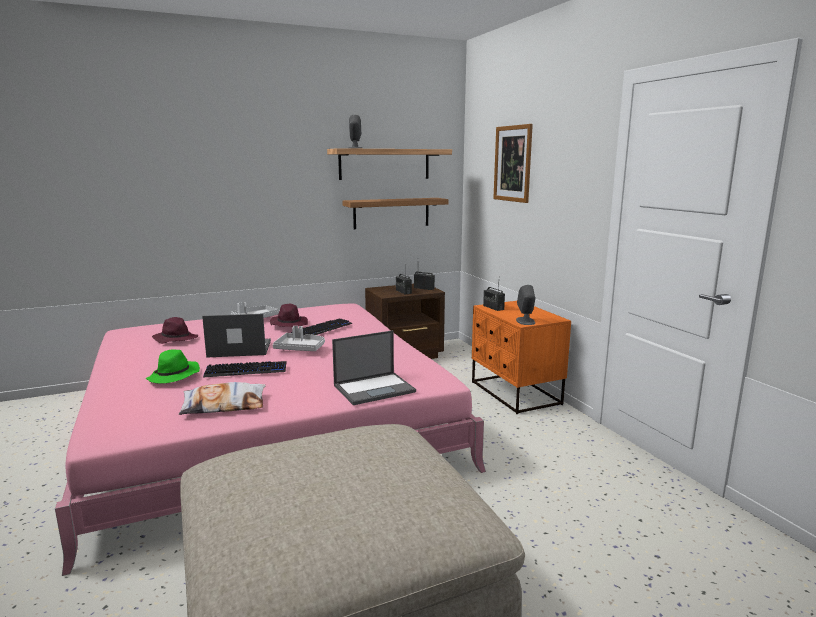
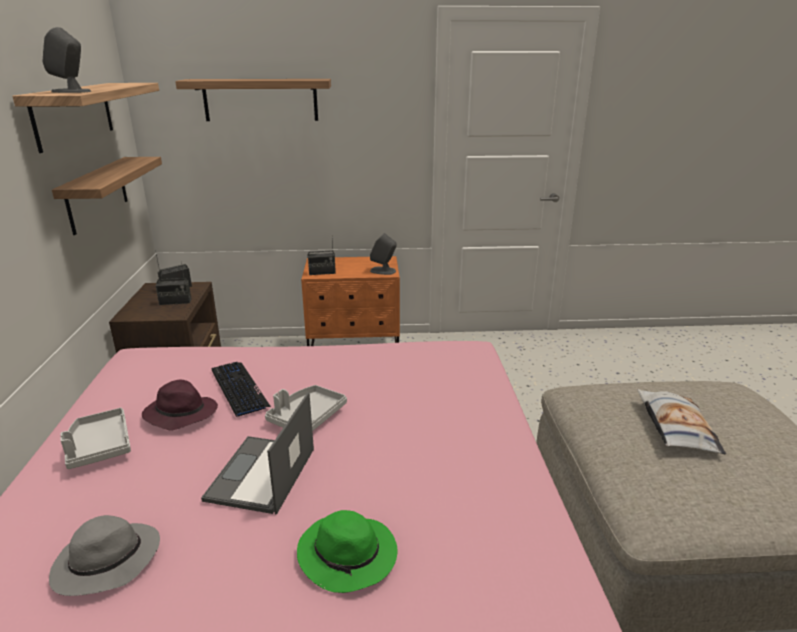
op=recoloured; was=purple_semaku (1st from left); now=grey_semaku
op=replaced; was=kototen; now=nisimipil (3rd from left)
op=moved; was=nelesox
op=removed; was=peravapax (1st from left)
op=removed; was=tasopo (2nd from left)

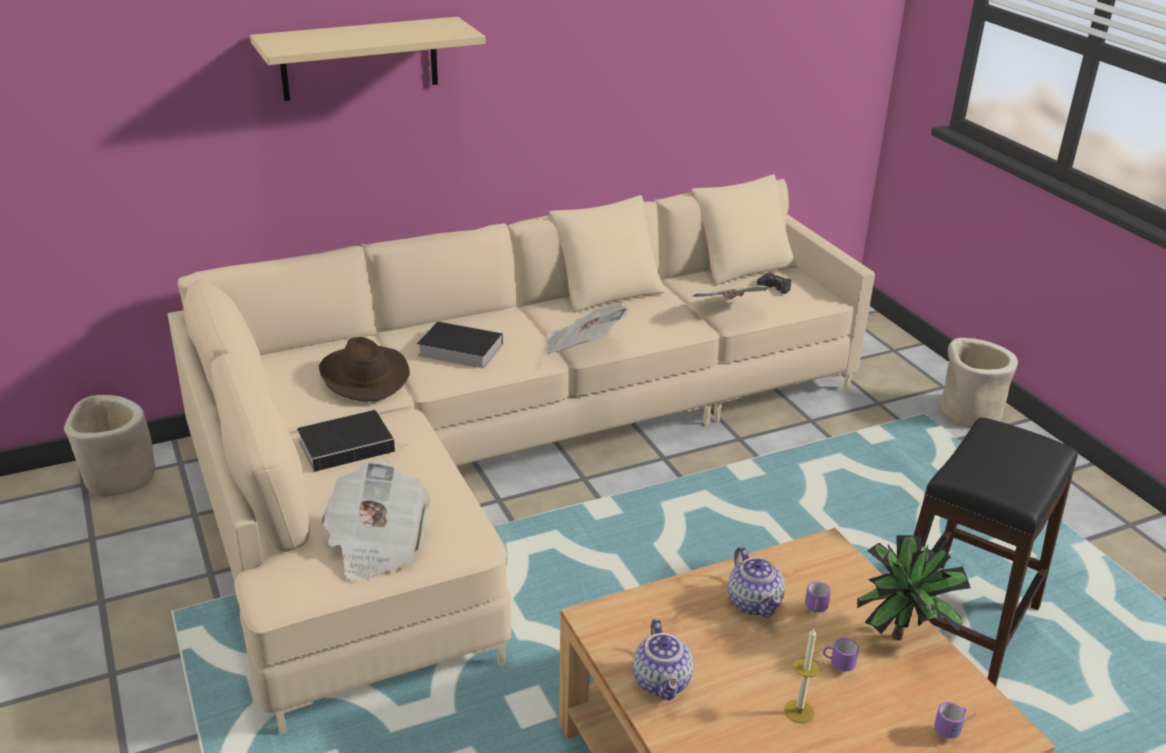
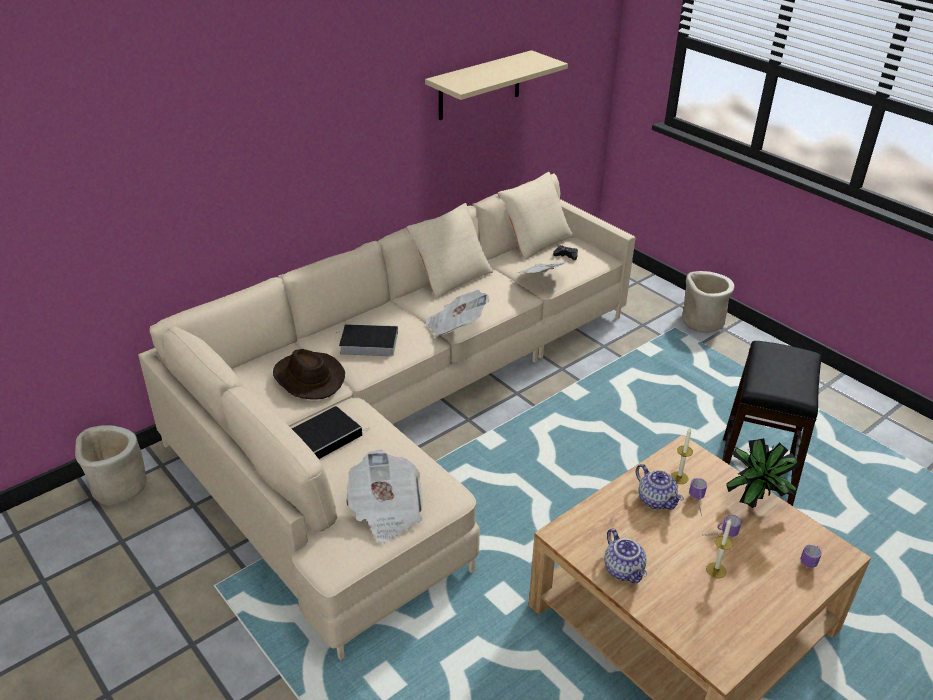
op=moved; was=beige_nisimipil
op=added; now=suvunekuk (1st from left)

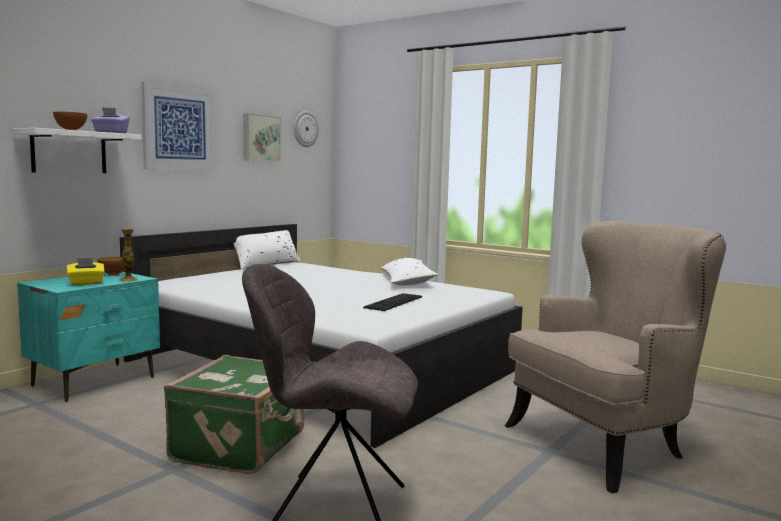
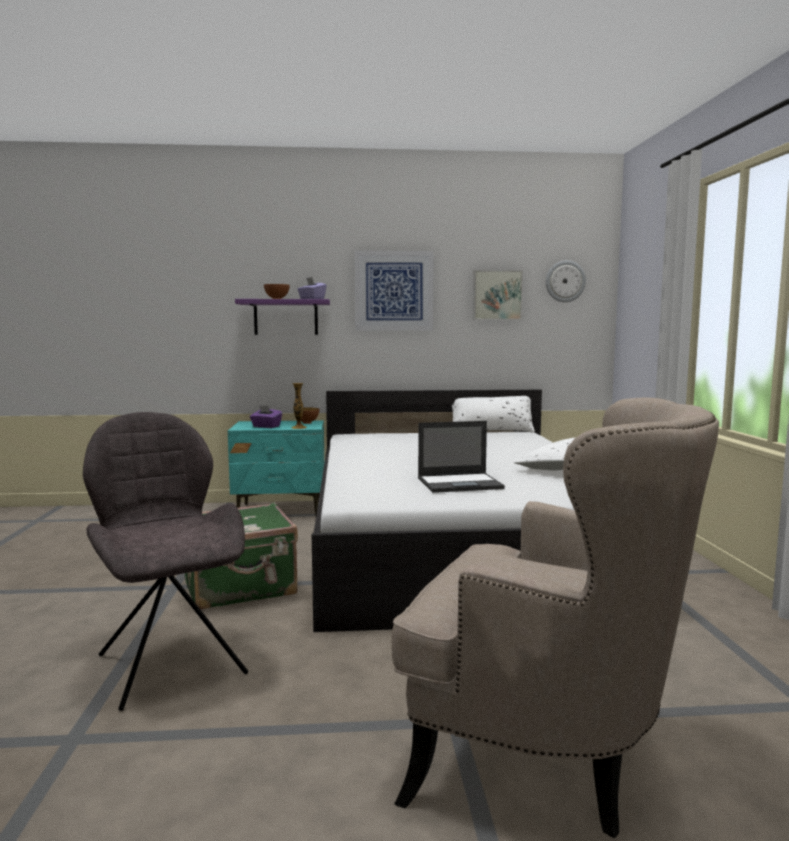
op=recoloured; was=white_nisimipil; now=purple_nisimipil
op=recoloured; was=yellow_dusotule; now=purple_dusotule (1st from left)
op=replaced; was=peravapax; now=tasopo

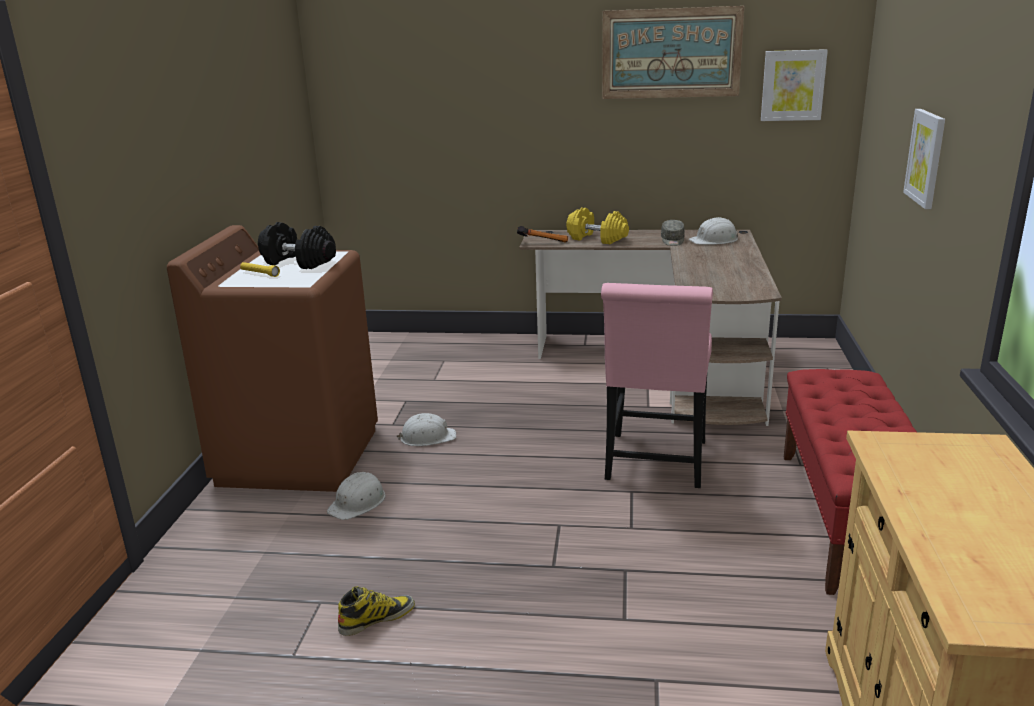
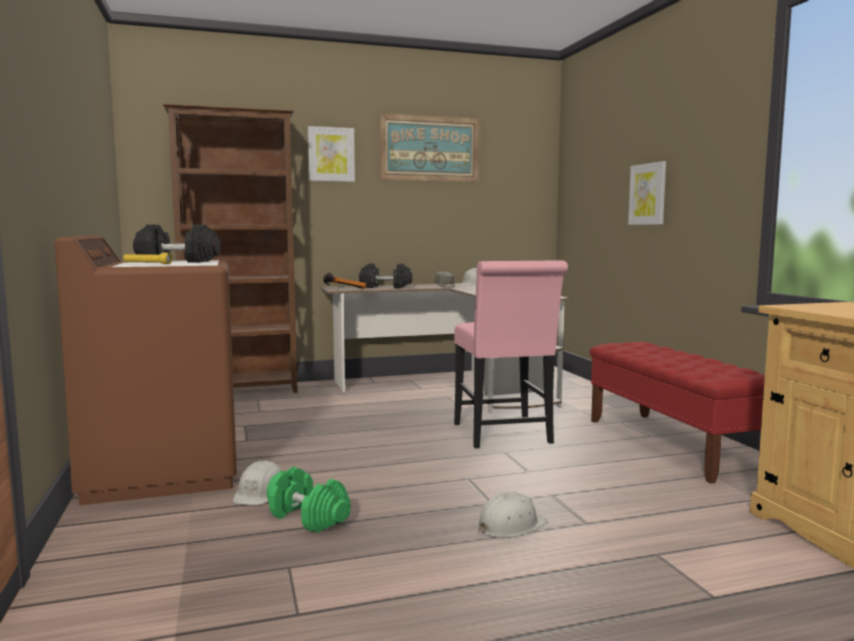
op=added; now=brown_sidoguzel
op=added; now=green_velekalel
op=moved; was=kototen (2nd from left in the first image); now=kototen (1st from left)
op=recoloured; was=yellow_velekalel; now=black_velekalel (2nd from left)
op=moved; was=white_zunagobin (2nd from left in the first image); now=white_zunagobin (3rd from left)
op=removed; was=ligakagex

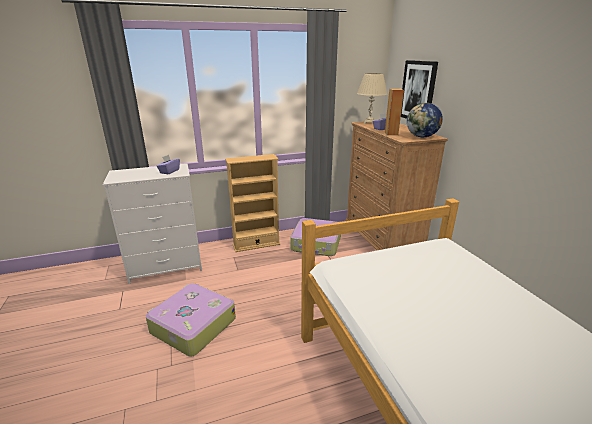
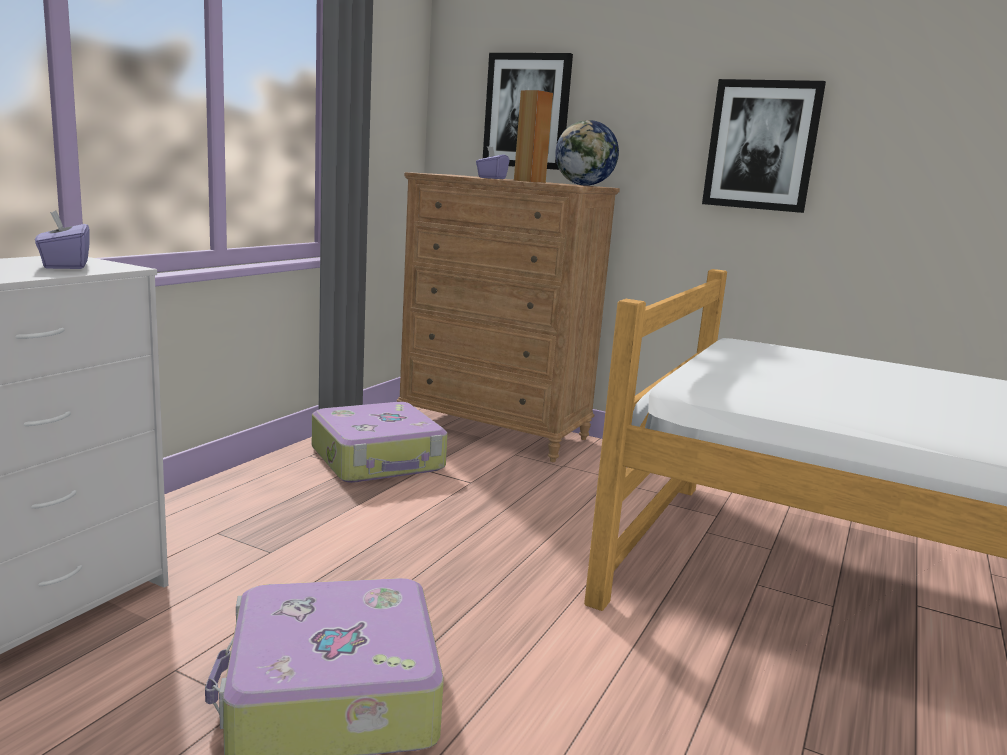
op=added; now=kototen (2nd from left)
op=removed; was=beige_sidoguzel
op=removed; was=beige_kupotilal

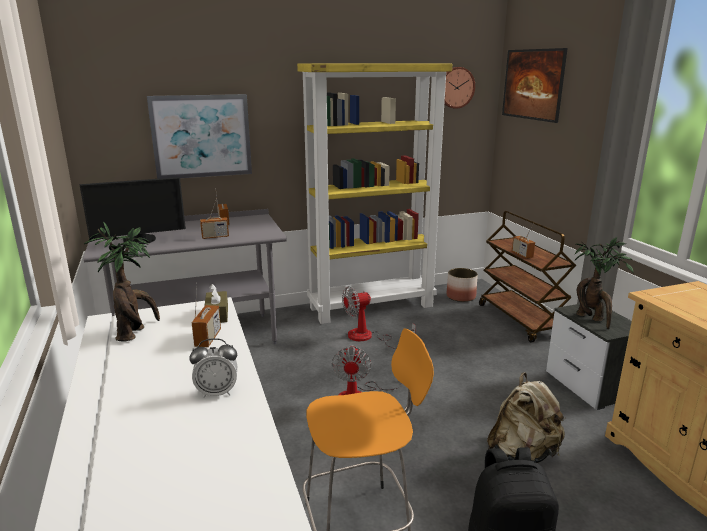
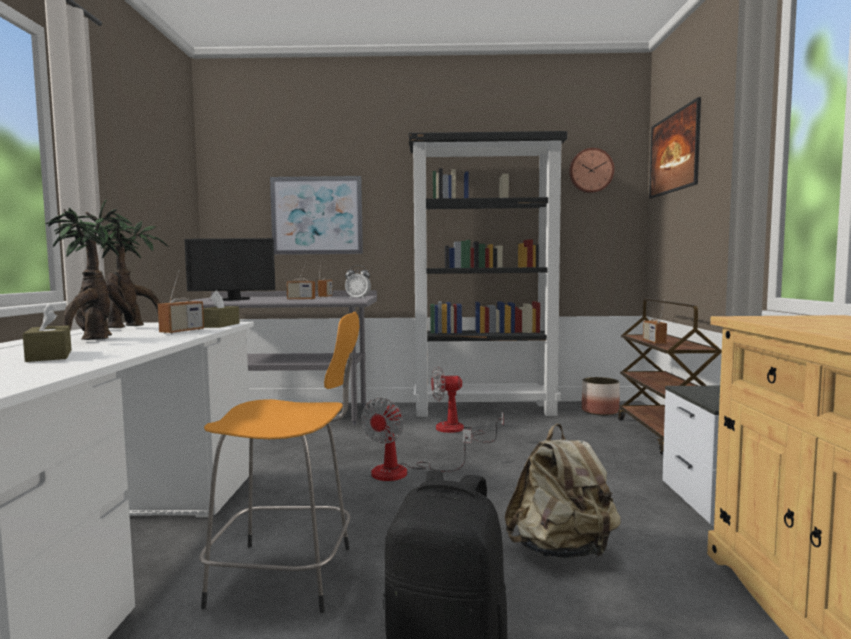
op=added; now=brown_dusotule (1st from left)
op=moved; was=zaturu (2nd from left in the first image); now=zaturu (1st from left)
op=moved; was=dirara
op=recoloured; was=yellow_sidoguzel; now=black_sidoguzel

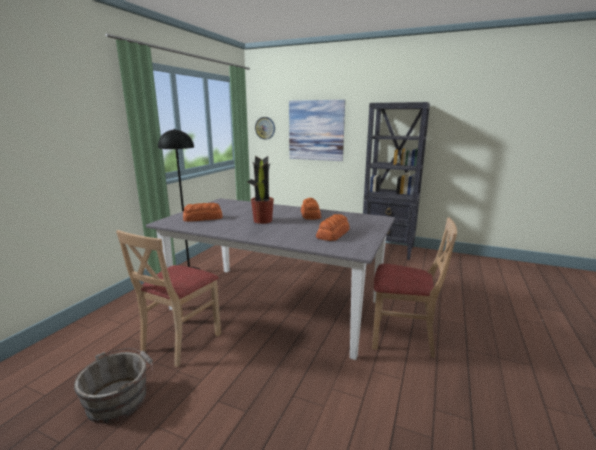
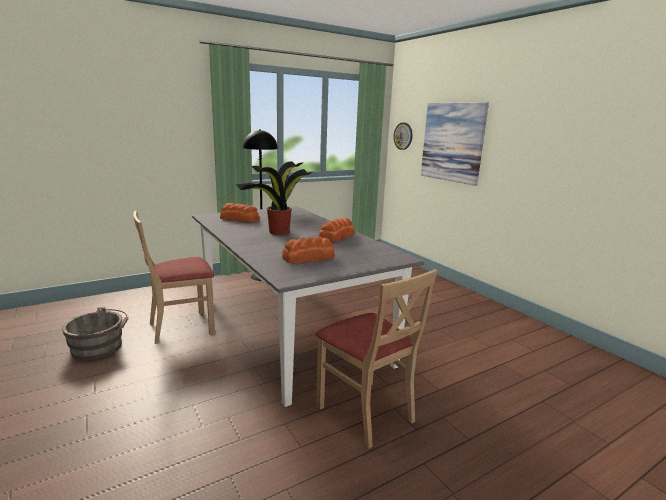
op=removed; was=black_sidoguzel

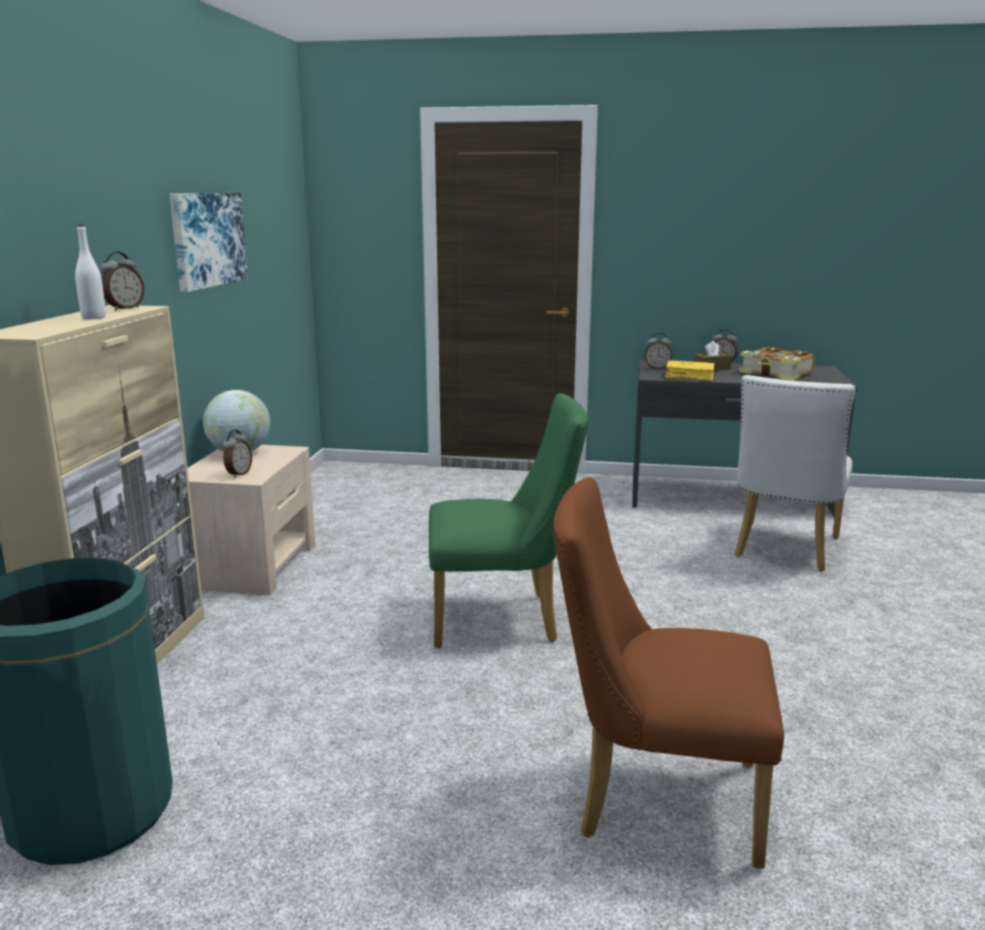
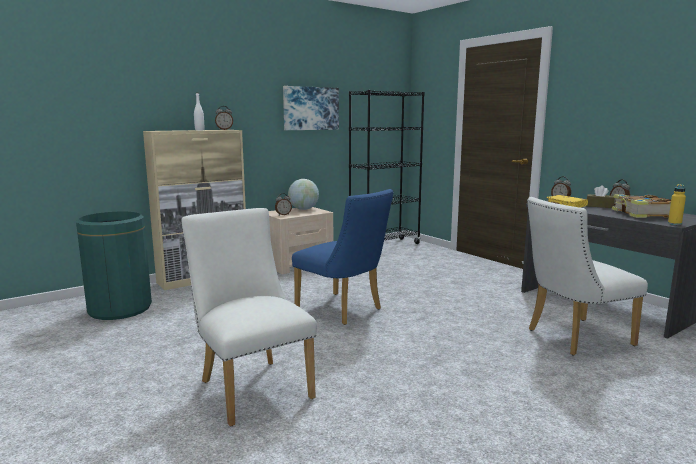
op=recoloured; was=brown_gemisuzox; now=white_gemisuzox (1st from left)
op=recoloured; was=green_gemisuzox; now=blue_gemisuzox
op=added; now=black_sidoguzel
op=added; now=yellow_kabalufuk

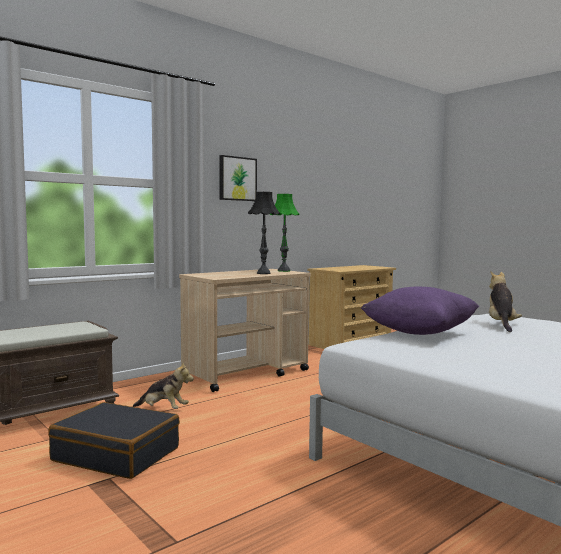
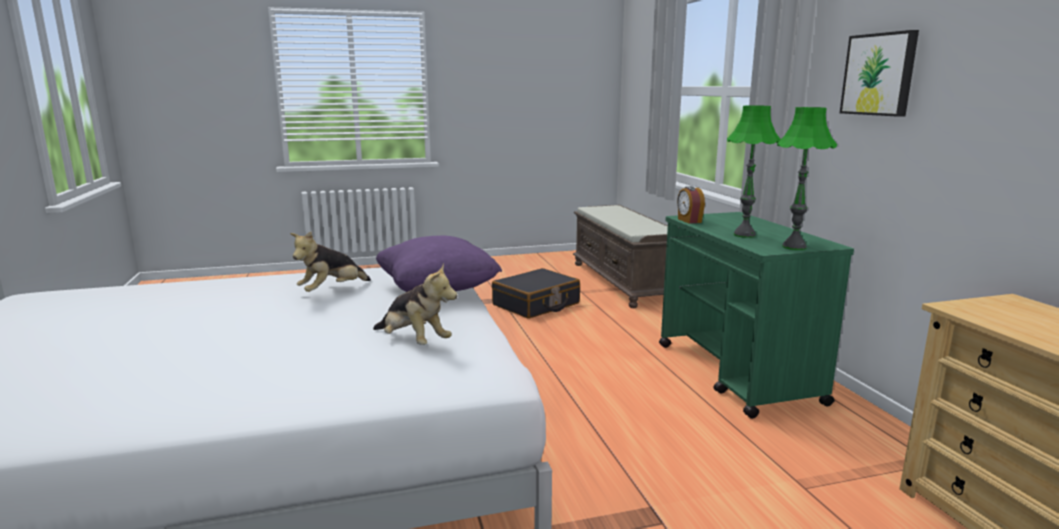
op=moved; was=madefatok (1st from left)
op=recoloured; was=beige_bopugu; now=green_bopugu
op=added; now=dirara
op=recoloured; was=black_kupotilal; now=green_kupotilal (1st from left)

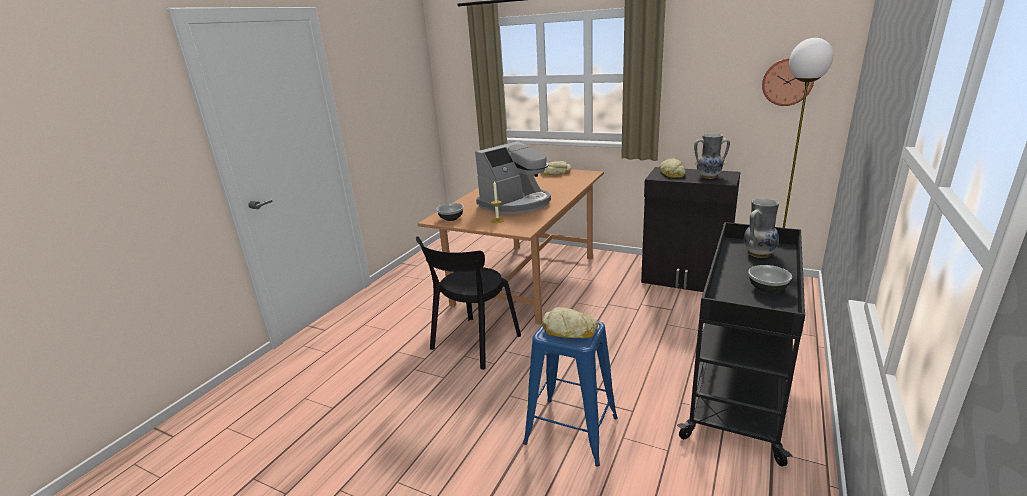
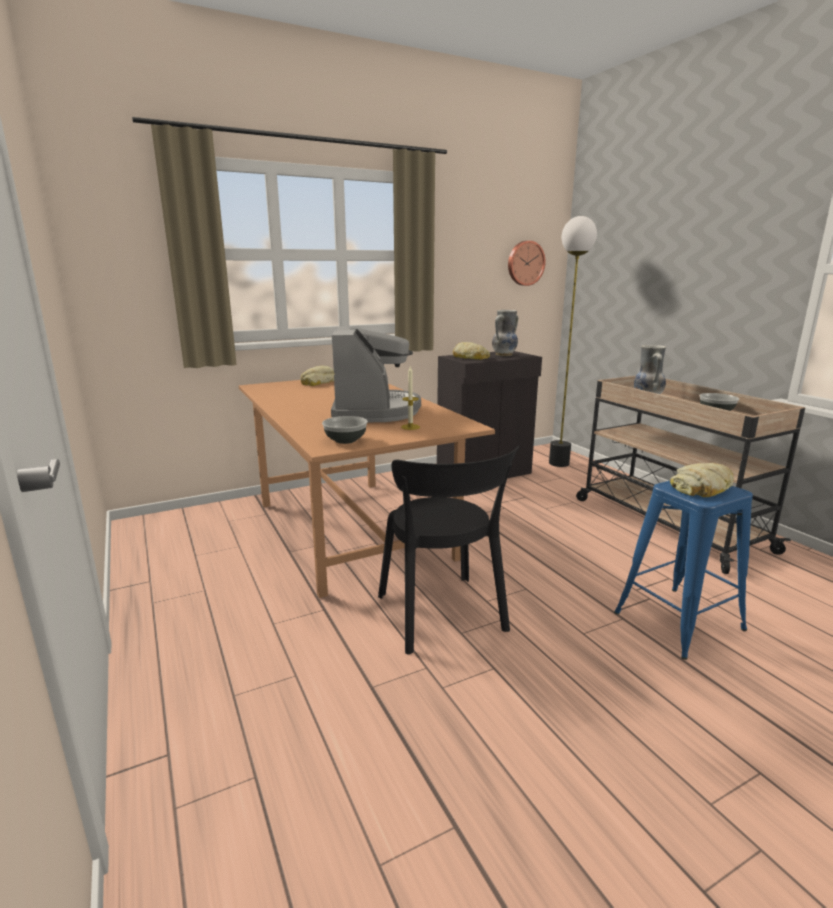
op=recoloured; was=black_bopugu; now=beige_bopugu

